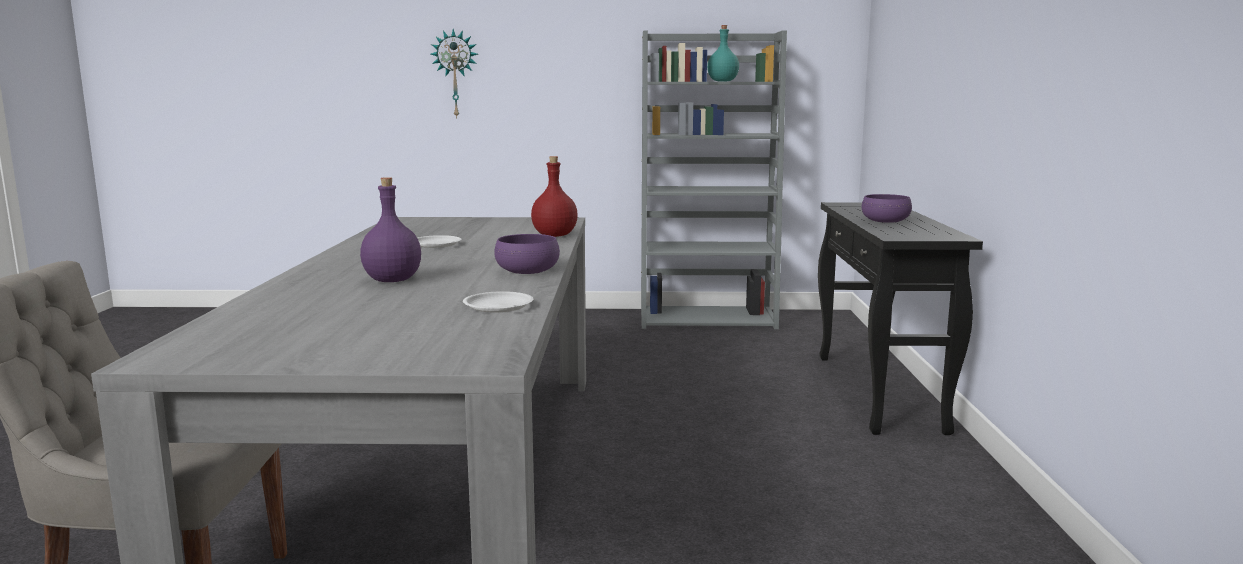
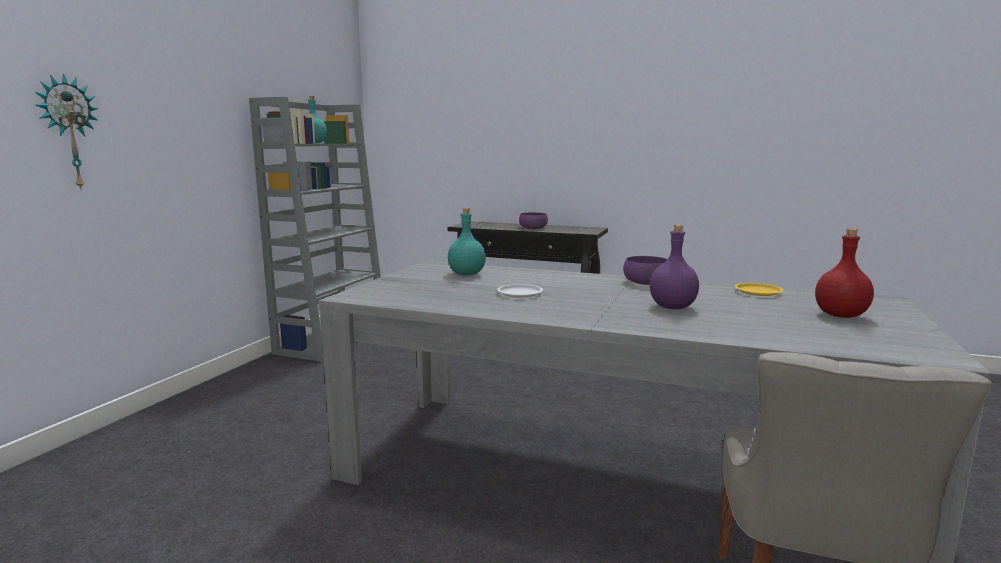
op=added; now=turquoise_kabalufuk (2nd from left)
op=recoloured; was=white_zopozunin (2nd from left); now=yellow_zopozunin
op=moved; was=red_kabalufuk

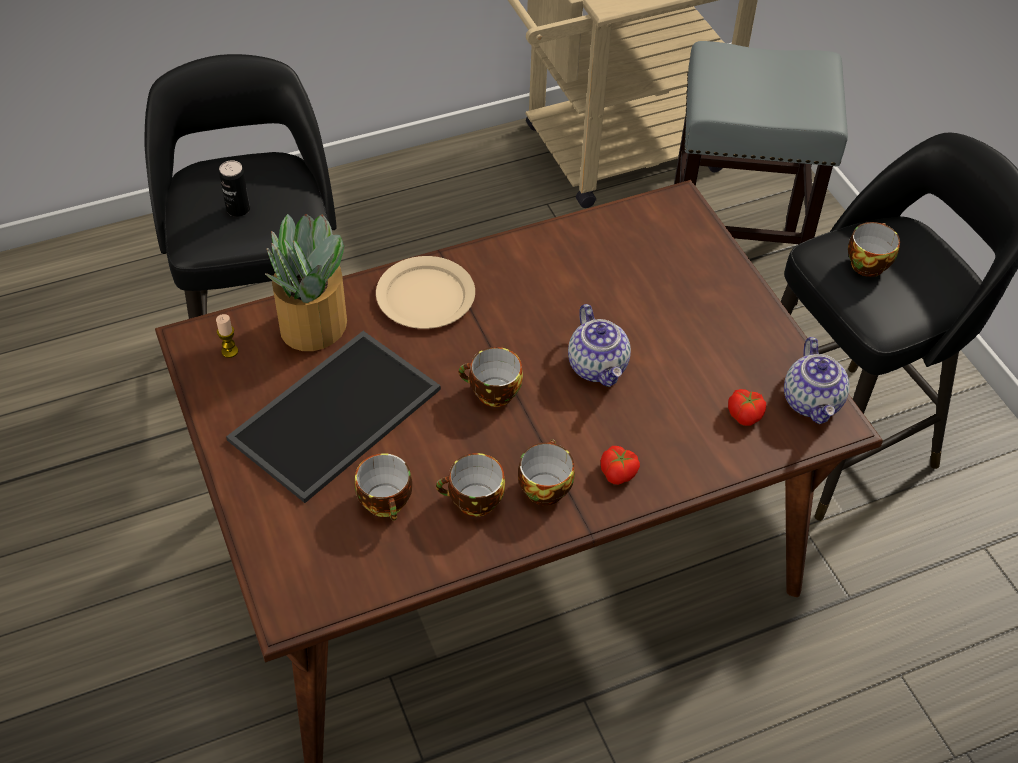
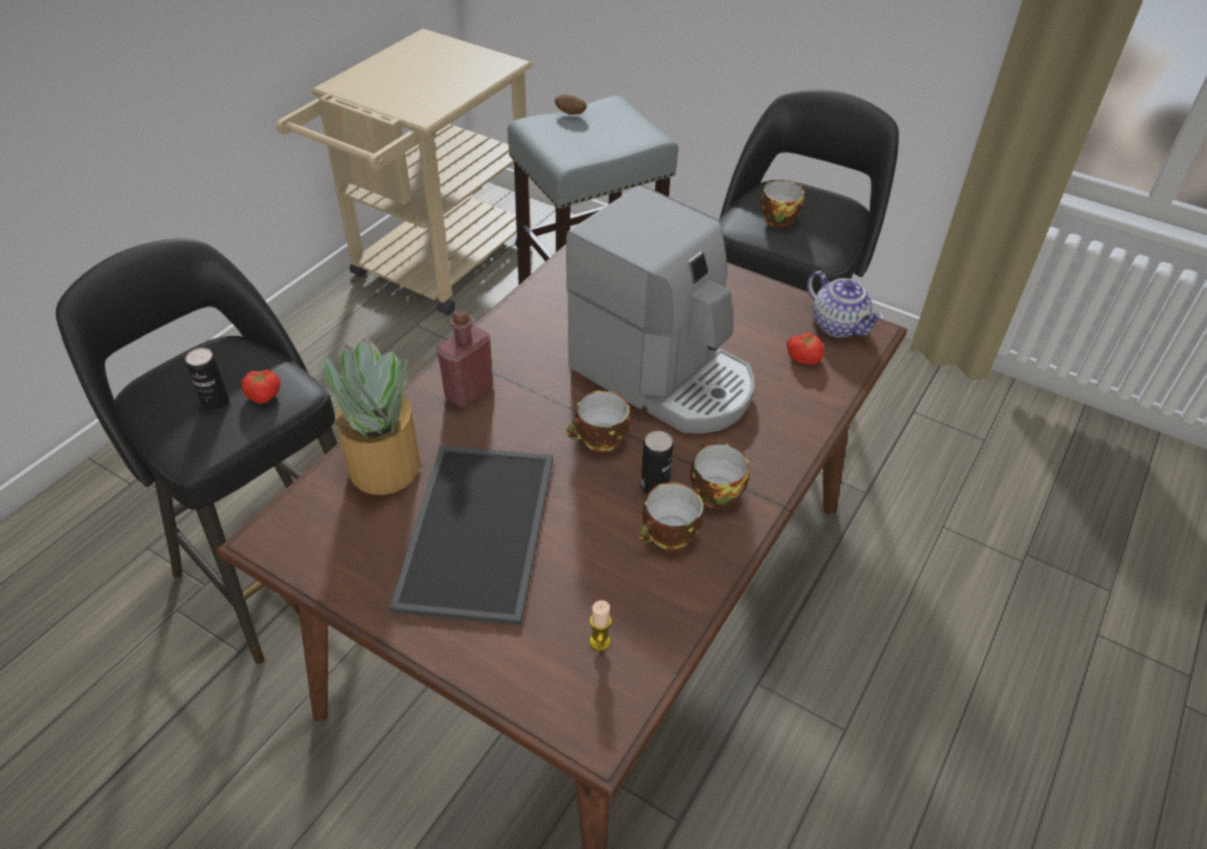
op=moved; was=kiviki (1st from left)
op=replaced; was=beige_zopozunin; now=red_kabalufuk
op=added; now=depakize
op=replaced; was=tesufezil (1st from left); now=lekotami
op=moved; was=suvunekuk
op=added; now=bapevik (2nd from left)
op=removed; was=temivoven (1st from left)

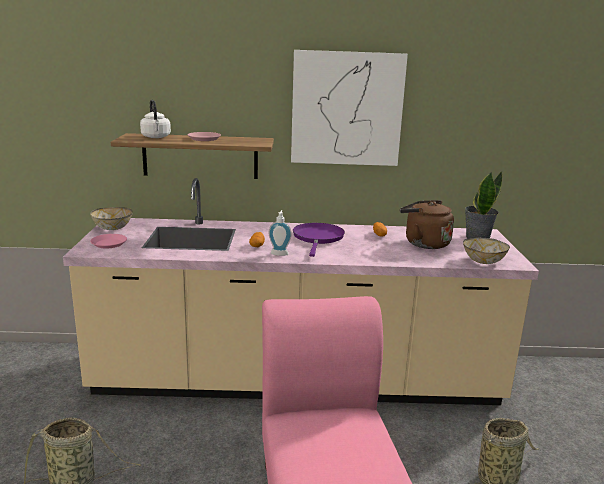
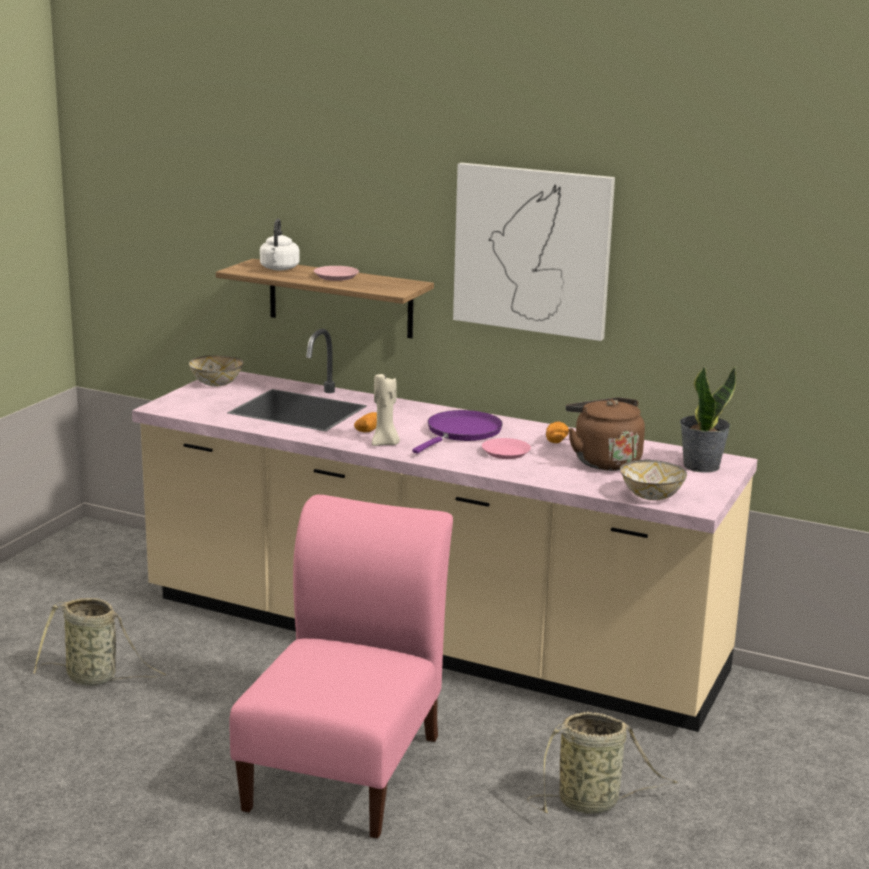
op=replaced; was=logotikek; now=beige_suvunekuk
op=moved; was=pink_zopozunin (1st from left in the first image); now=pink_zopozunin (2nd from left)

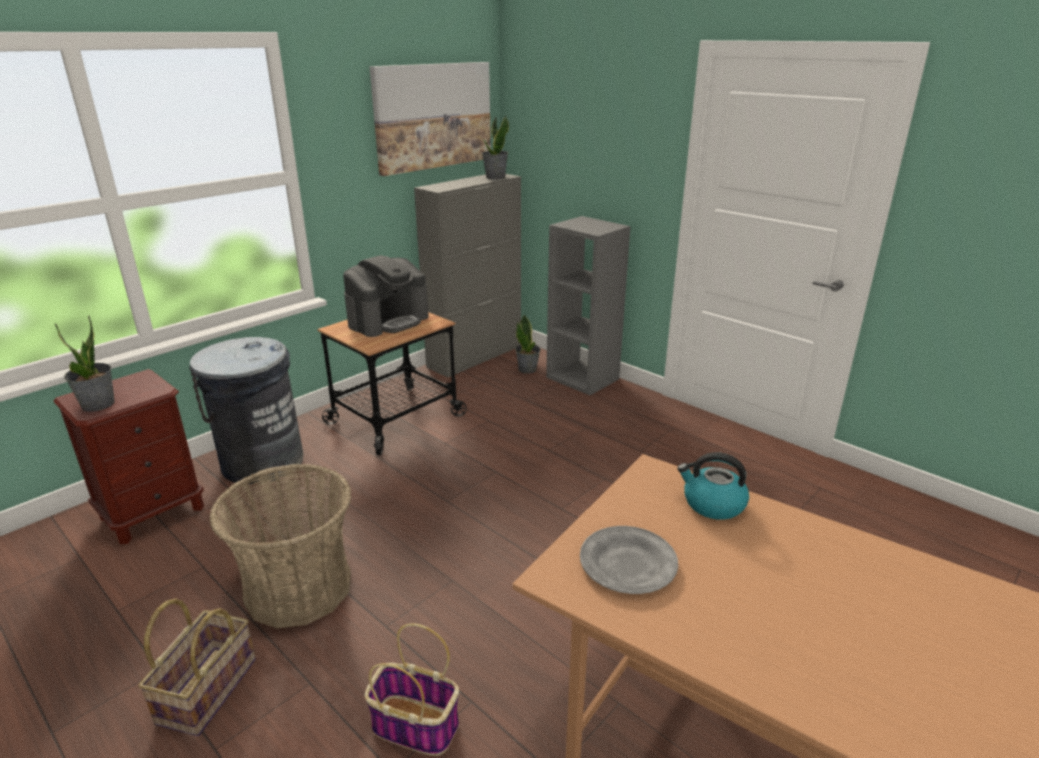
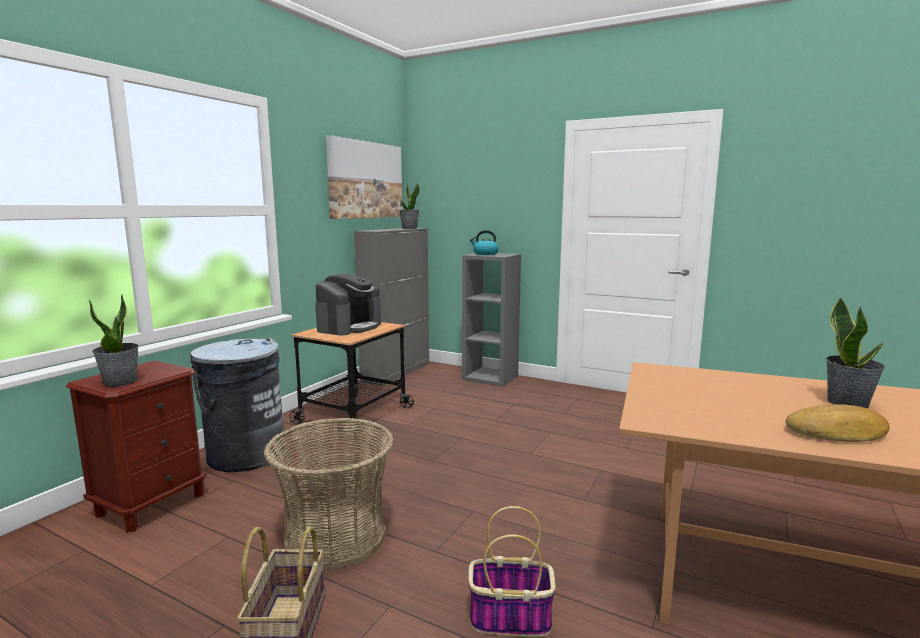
op=moved; was=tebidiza
op=added; now=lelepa
op=moved; was=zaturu (3rd from left)
op=removed; was=grey_zopozunin

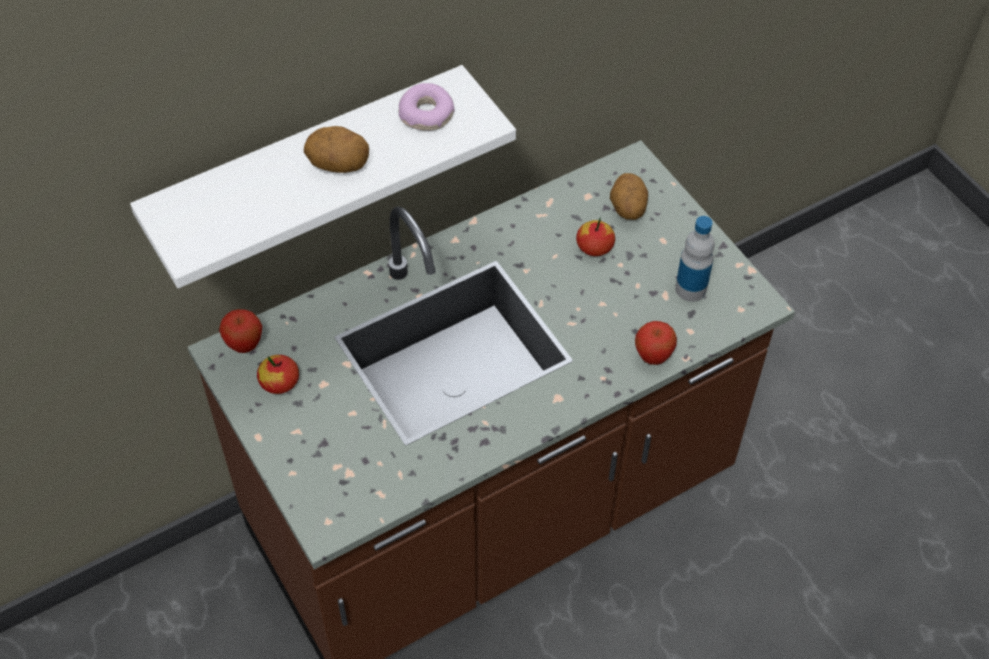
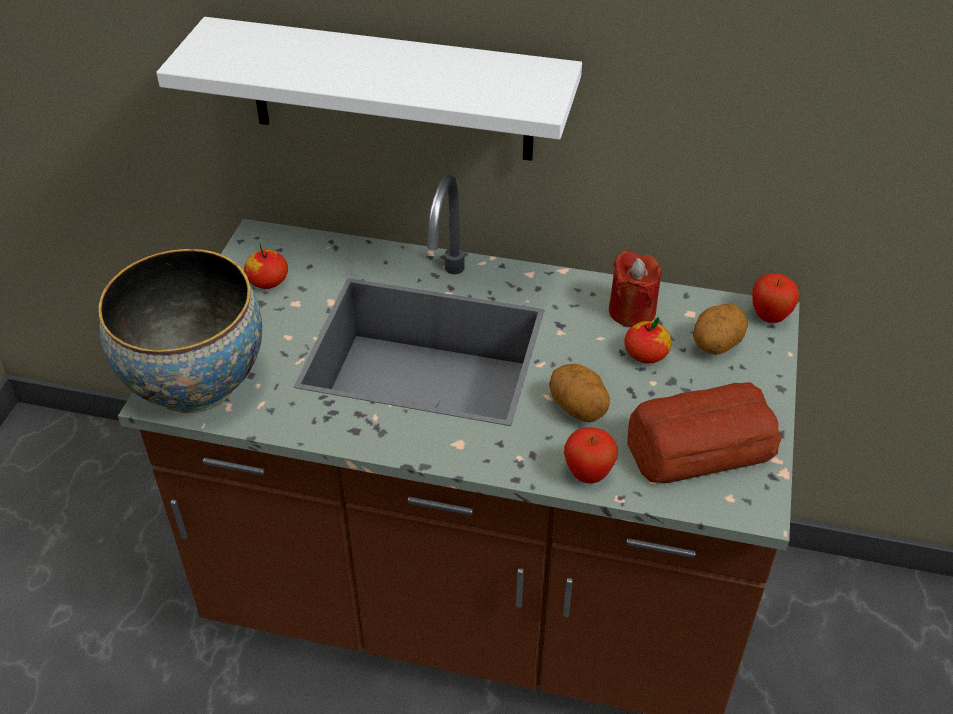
op=added; now=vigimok
op=moved; was=depakize (1st from left)
op=added; now=red_suvunekuk
op=replaced; was=kabalufuk; now=lelepa
op=moved; was=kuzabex (1st from left in the first image); now=kuzabex (4th from left)
op=removed; was=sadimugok

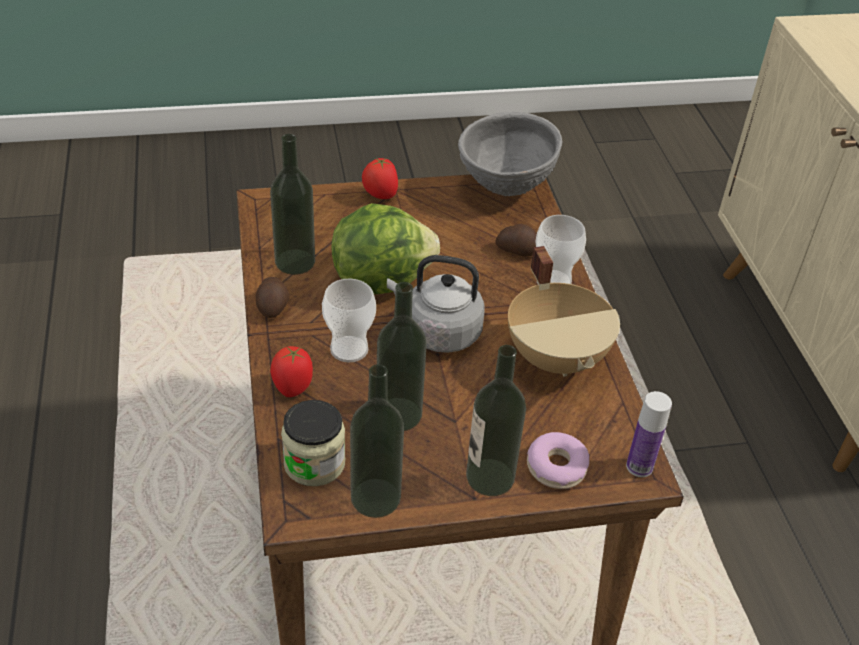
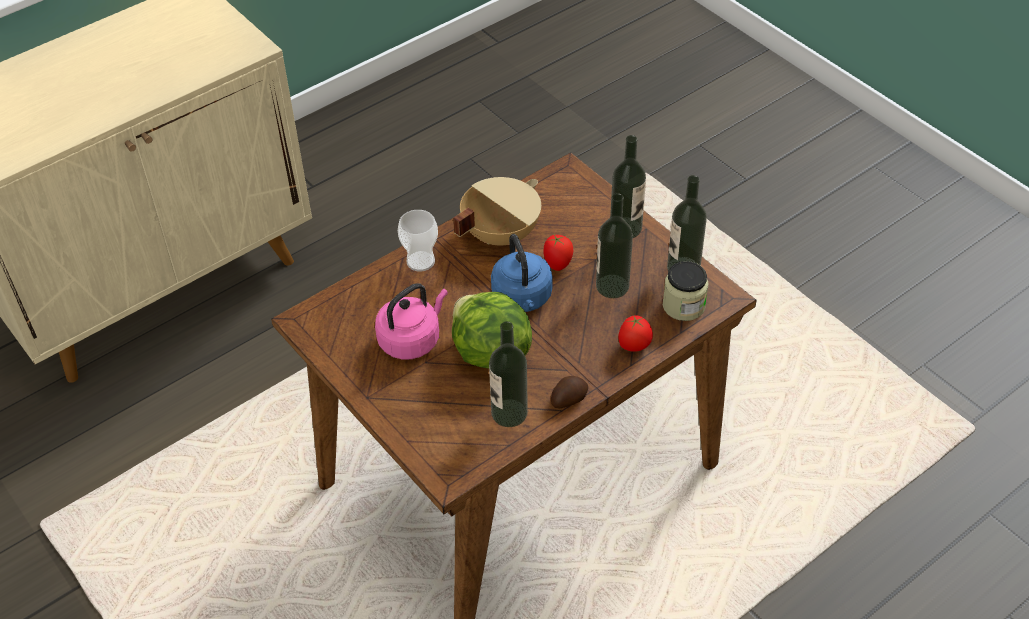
op=added; now=pink_tebidiza
op=recoloured; was=grey_tebidiza; now=blue_tebidiza
op=moved; was=kiviki (2nd from left in the first image); now=kiviki (1st from left)
op=removed; was=temivoven (1st from left)
op=removed; was=grey_vigimok
op=removed; was=depakize (2nd from left)
op=removed; was=sadimugok
op=removed; was=kabalufuk (5th from left)

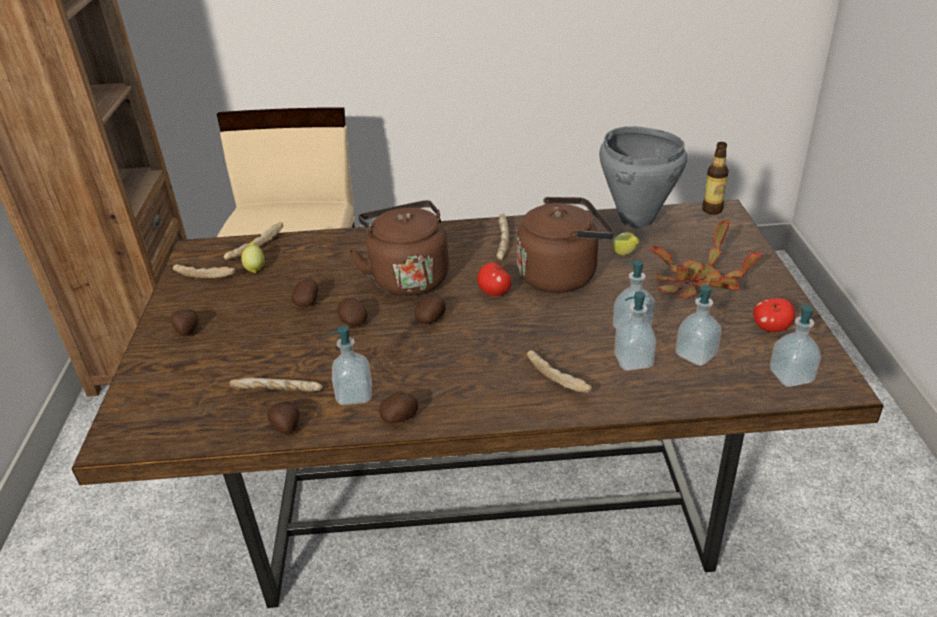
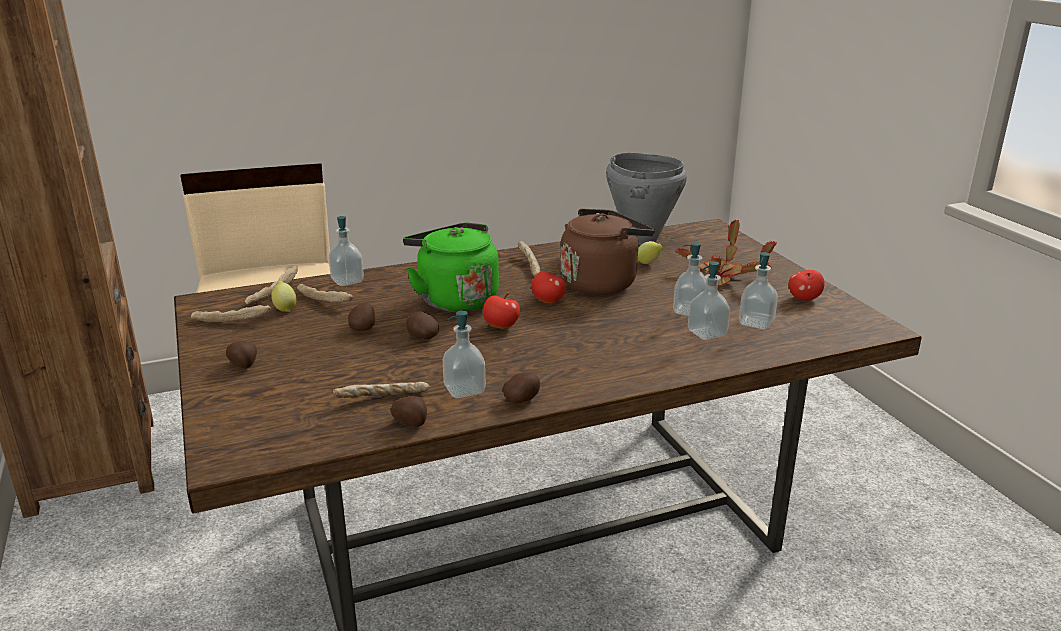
op=moved; was=lelepa (5th from left in the first image); now=lelepa (3rd from left)
op=moved; was=logotikek (5th from left in the first image); now=logotikek (1st from left)
op=recoloured; was=brown_tebidiza (1st from left); now=green_tebidiza
op=replaced; was=depakize (6th from left); now=kuzabex (1st from left)
op=removed; was=kabalufuk

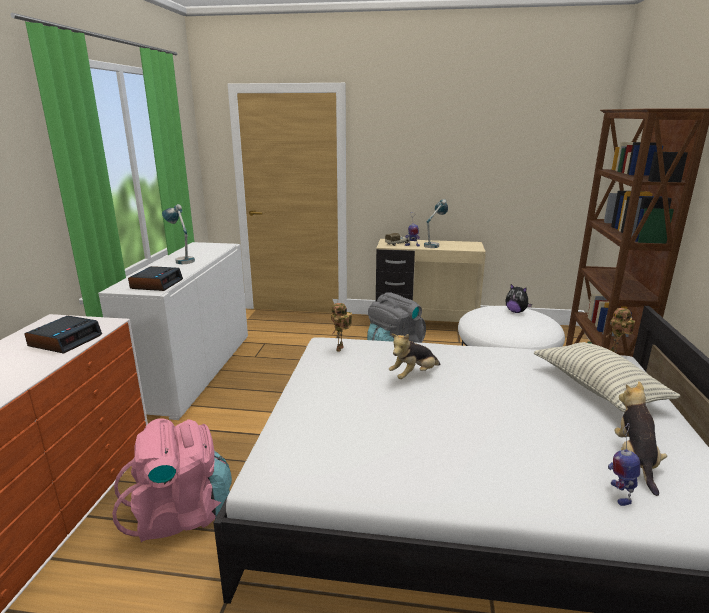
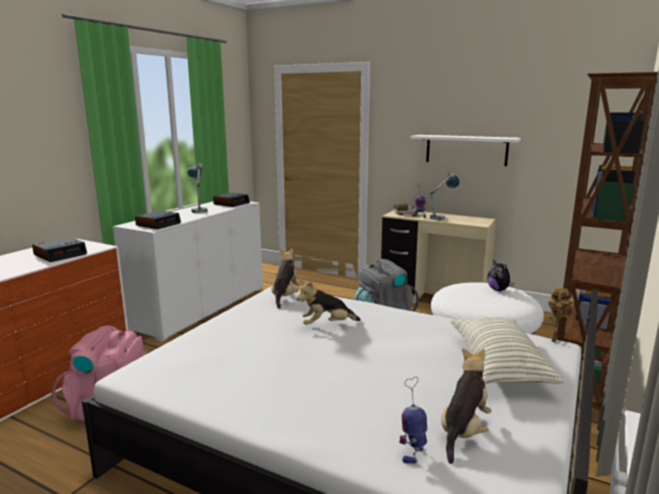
op=added; now=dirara (3rd from left)
op=replaced; was=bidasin (1st from left); now=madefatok (1st from left)
op=added; now=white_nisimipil

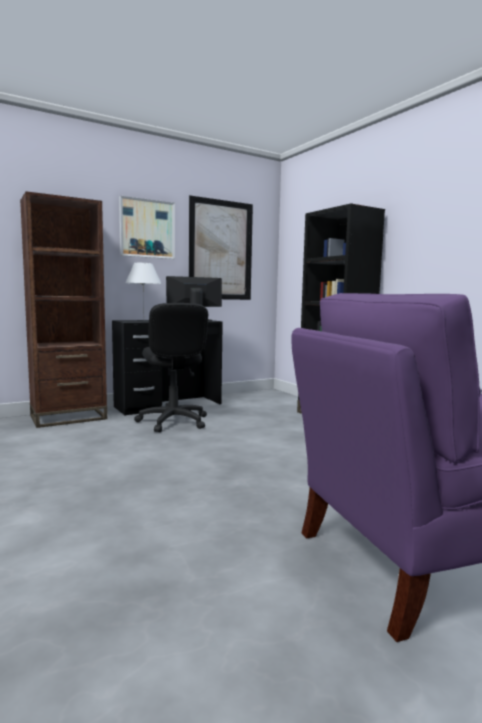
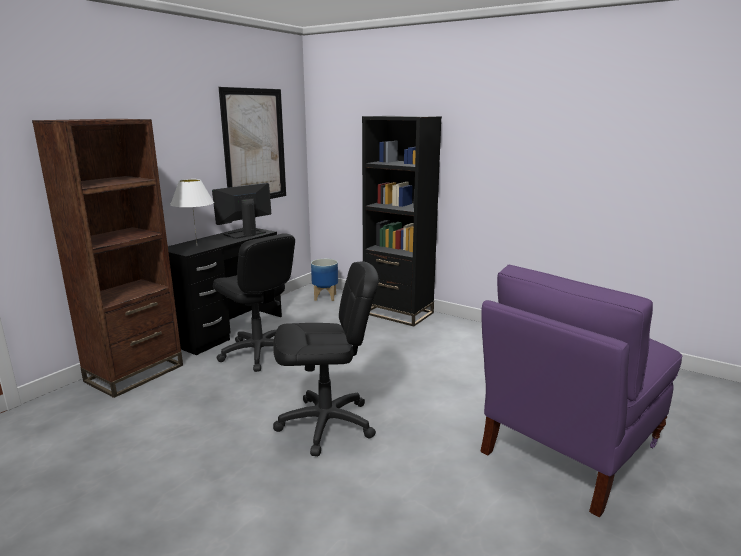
op=added; now=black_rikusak (2nd from left)
op=added; now=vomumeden
op=removed; was=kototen (1st from left)

